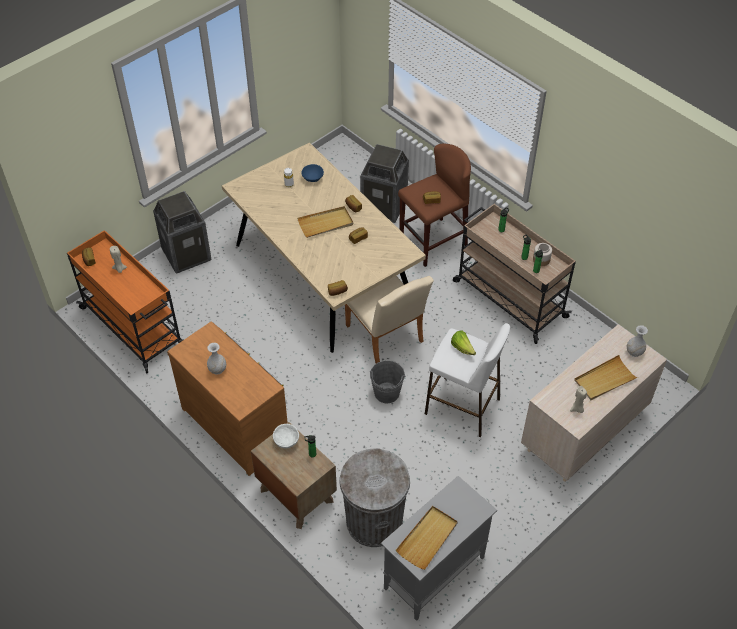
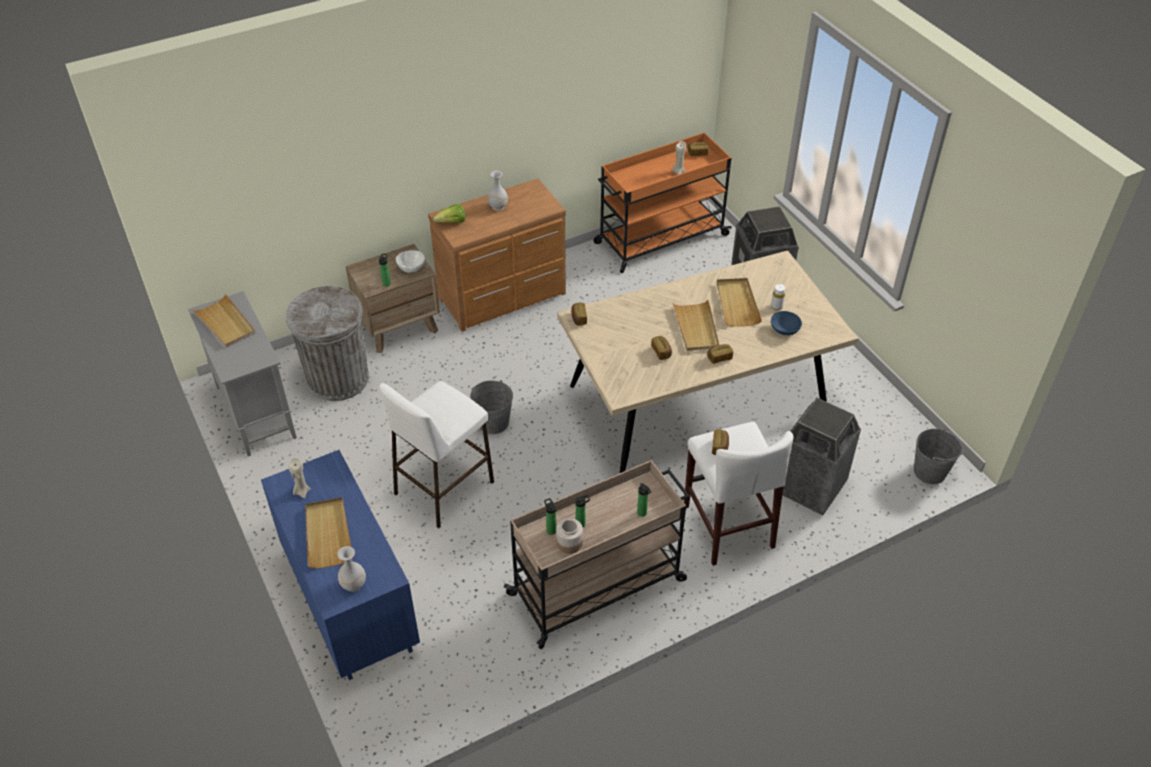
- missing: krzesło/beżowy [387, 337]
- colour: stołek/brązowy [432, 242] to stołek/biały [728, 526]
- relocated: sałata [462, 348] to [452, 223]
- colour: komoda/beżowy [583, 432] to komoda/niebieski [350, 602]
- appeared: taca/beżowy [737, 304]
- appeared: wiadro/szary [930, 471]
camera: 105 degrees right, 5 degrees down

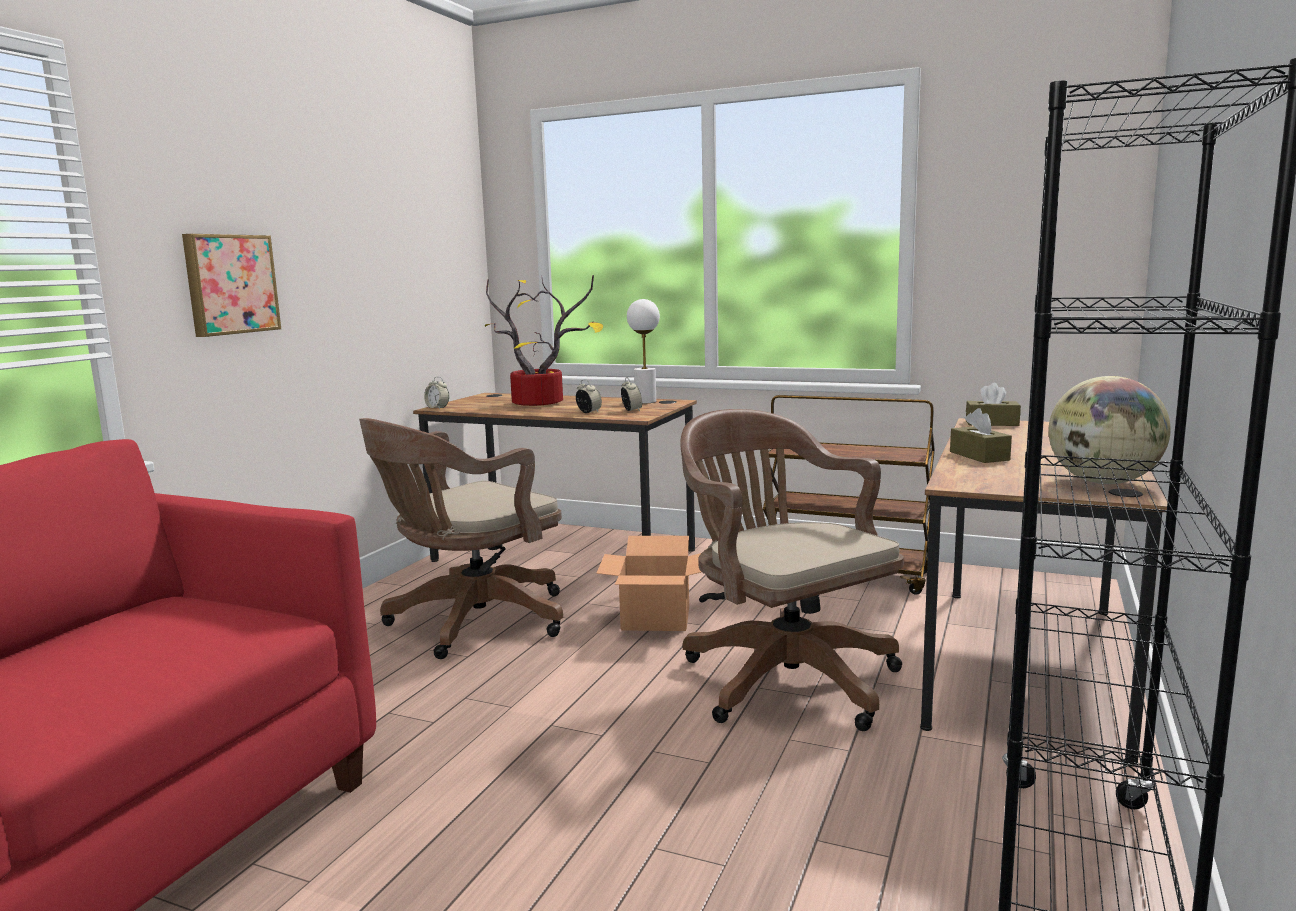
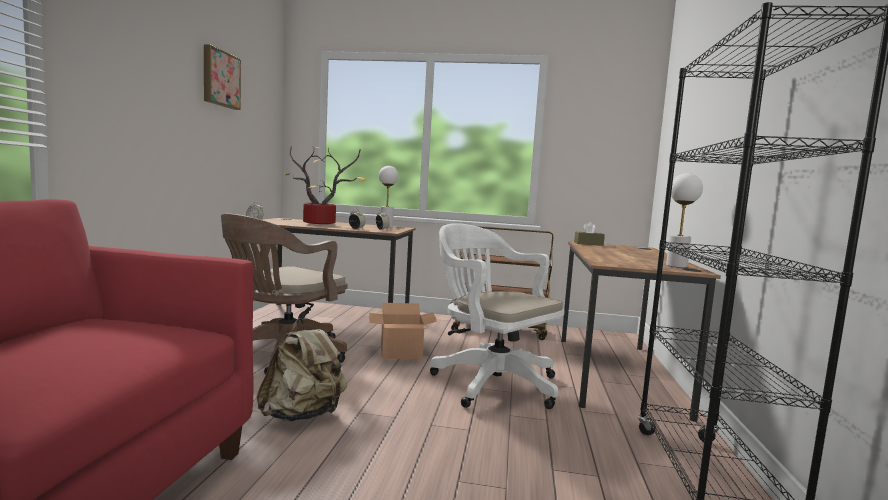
- relocated: obraz [230, 284] to [220, 79]
- colour: krzesło biurowe/brązowy [783, 676] to krzesło biurowe/biały [490, 382]
- missing: pudełko chusteczek/brązowy [979, 456]
- exchanged: globus [1103, 482] to lampa stołowa/biały [676, 266]
- appeared: plecak/beżowy [303, 415]
camera: 15 degrees left, 5 degrees down

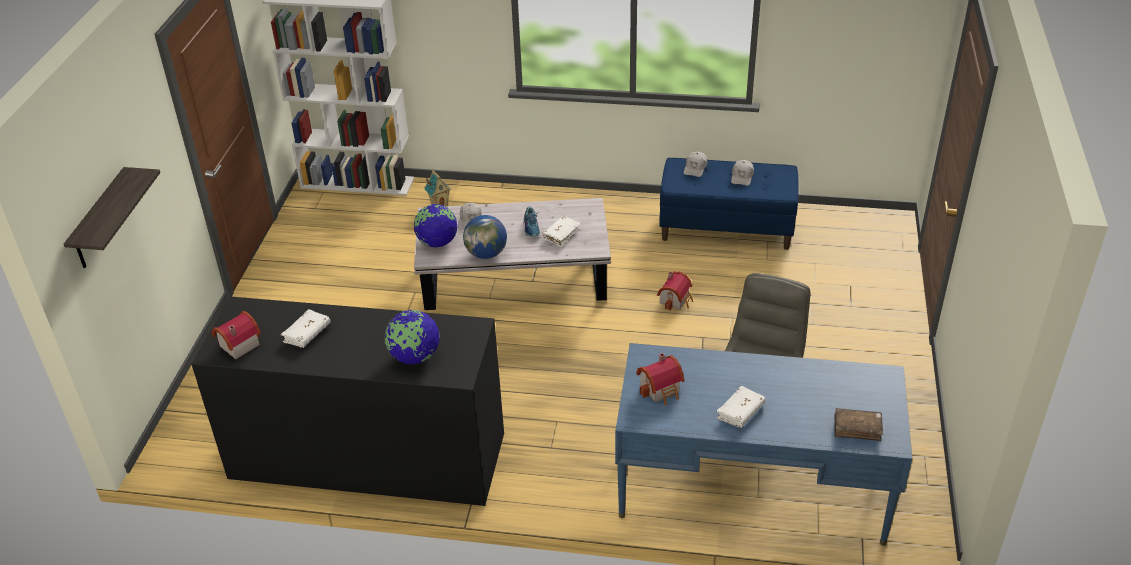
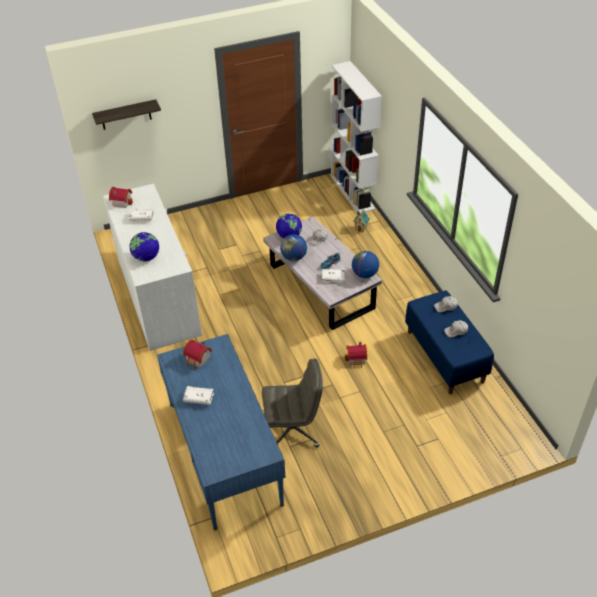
- colour: komoda/czarny [367, 455] to komoda/biały [158, 295]
- missing: książka/brązowy [857, 428]
- appeared: globus [364, 274]
camera: 60 degrees right, 5 degrees up

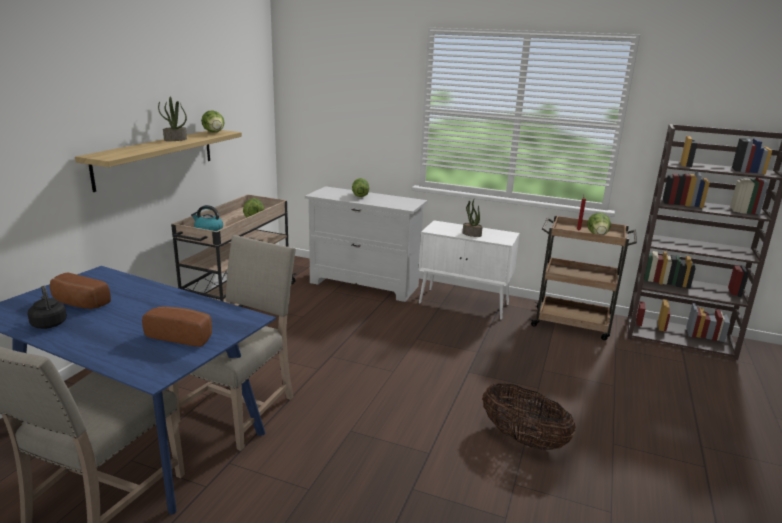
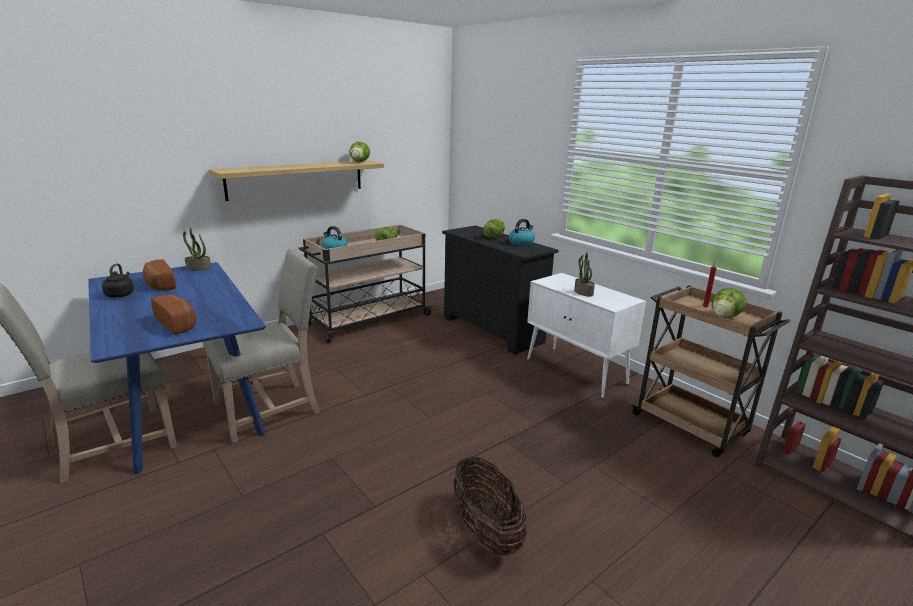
- relocated: roślina doniczkowa [175, 140] to [198, 268]
- colour: komoda/biały [364, 284] to komoda/czarny [492, 330]
- appeared: czajnik [521, 243]
camera: 30 degrees right, 0 degrees up

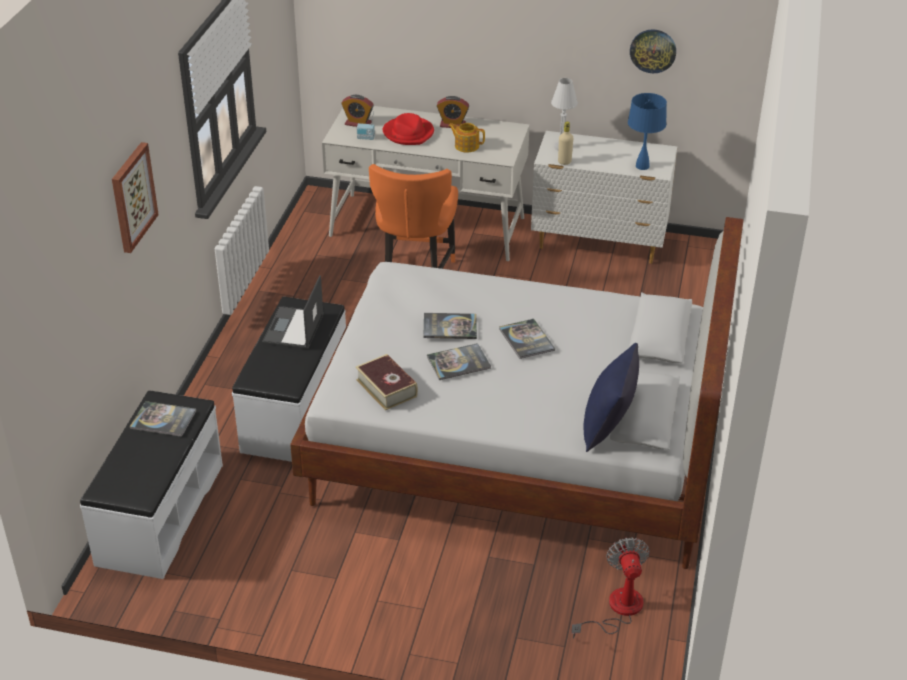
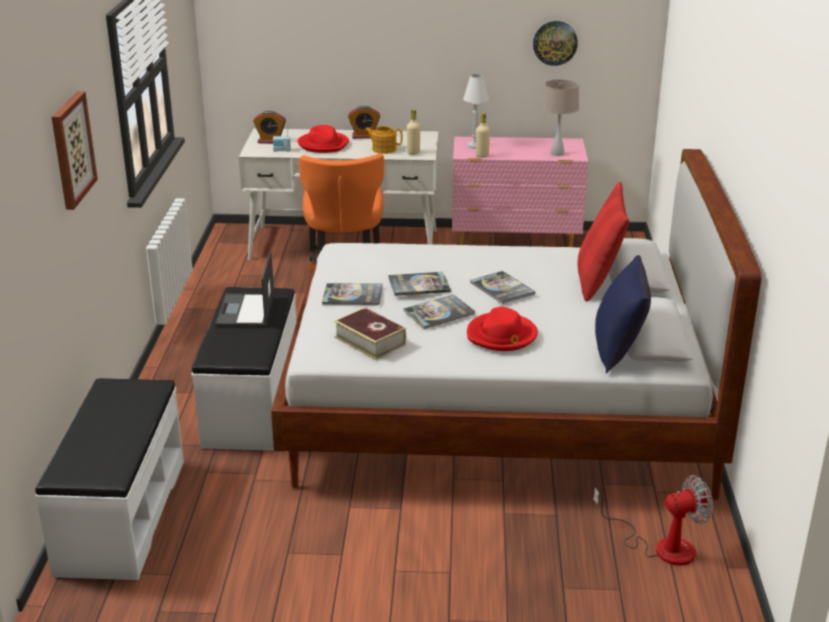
- relocated: książka [163, 420] to [352, 295]
- colour: komoda/biały [599, 244] to komoda/różowy [516, 243]
- spun: wentylator [617, 609] = [661, 546] 90 degrees clockwise
- colour: lampa stołowa/niebieski [642, 166] to lampa stołowa/beżowy [557, 153]
- appeared: butelka/beżowy [413, 153]
- appeared: kapelusz/czerwony [502, 335]
- appeared: poduszka/czerwony [598, 280]
camera: 10 degrees left, 10 degrees down

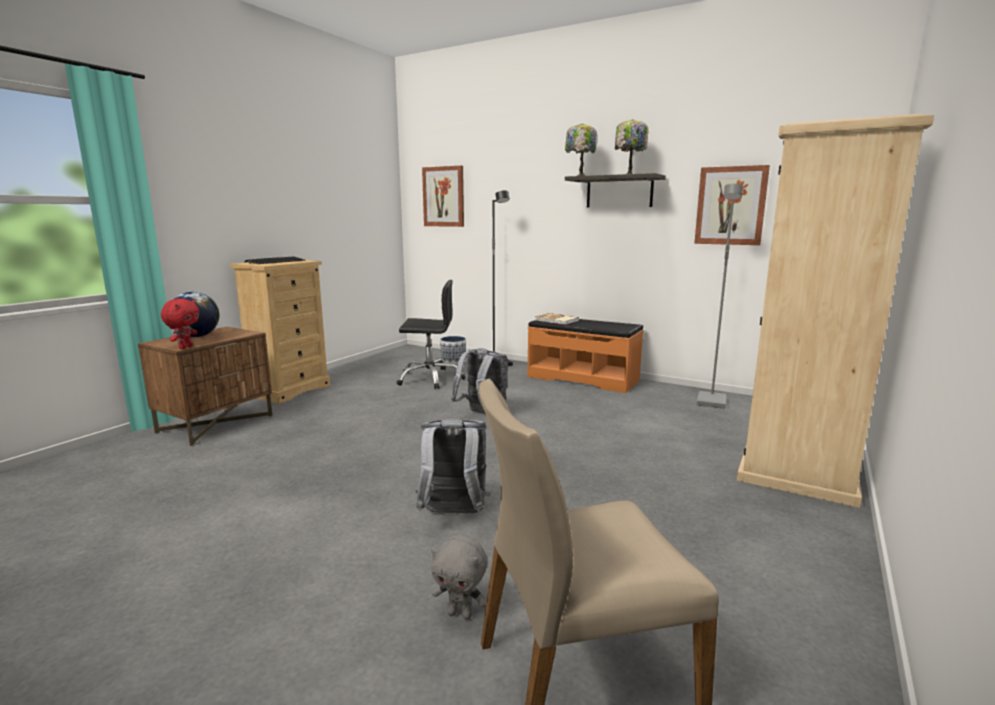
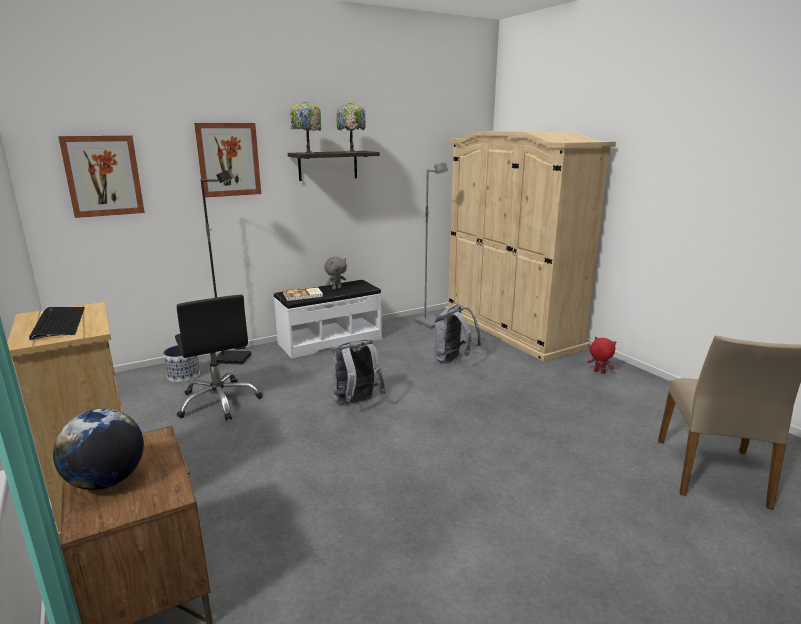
- relocated: pluszak/czerwony [185, 347] to [599, 372]
- spun: krzesło biurowe/czarny [430, 378] = [219, 401] 120 degrees clockwise
- relocated: plecak/szary [453, 515] to [453, 360]
- relocated: pluszak/szary [461, 614] to [336, 288]
- colour: ławka/pomarańczowy [583, 378] to ławka/biały [329, 341]
- relocated: obraz [730, 206] to [228, 160]
camera: 60 degrees left, 5 degrees up

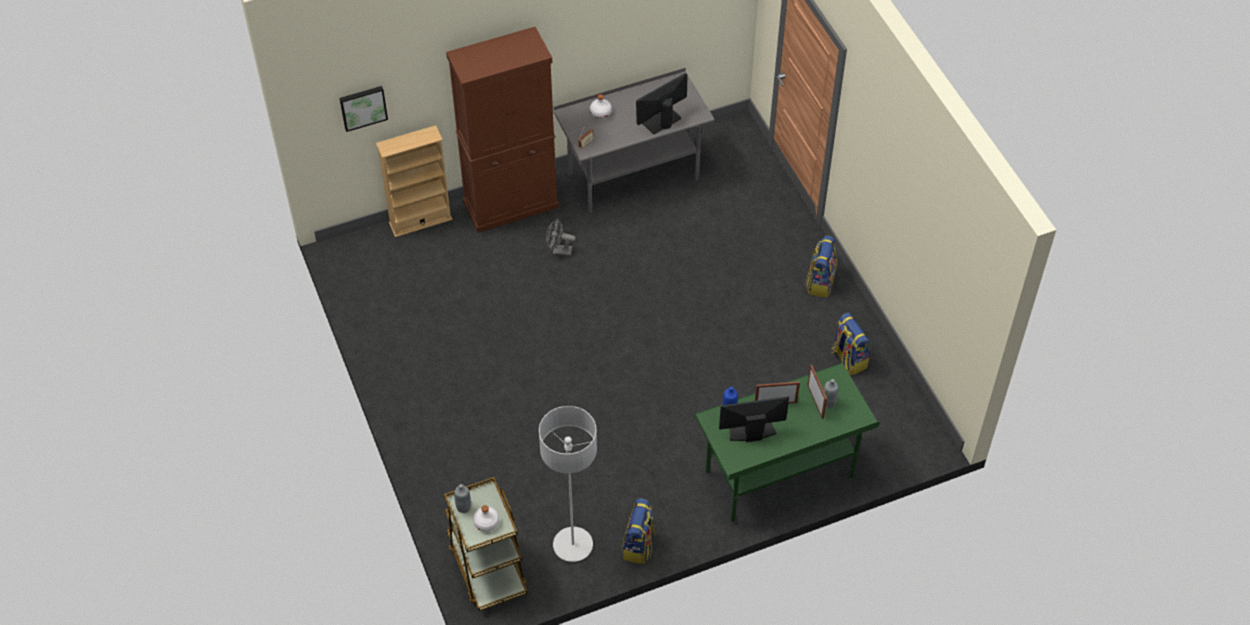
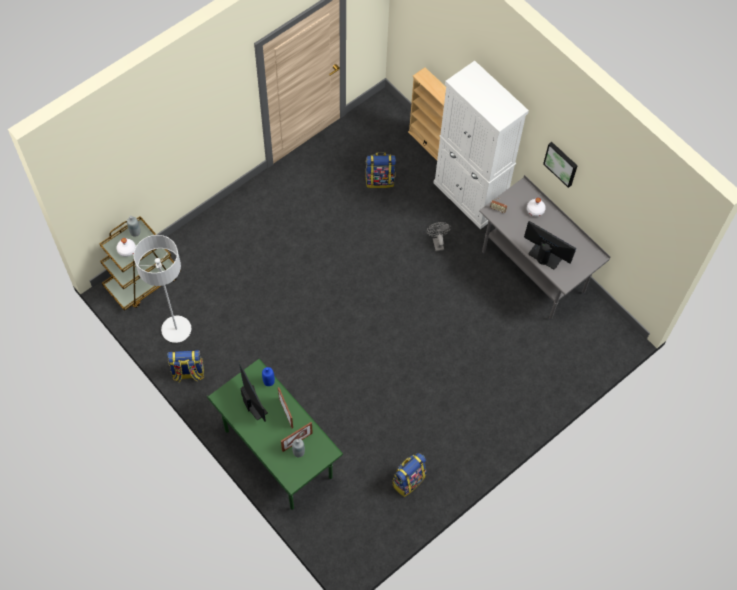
- relocated: obraz [363, 107] to [561, 163]
- colour: szafka/brązowy [511, 205] to szafka/biały [469, 196]
- relocated: plecak [820, 282] to [380, 180]
camera: 70 degrees right, 10 degrees up

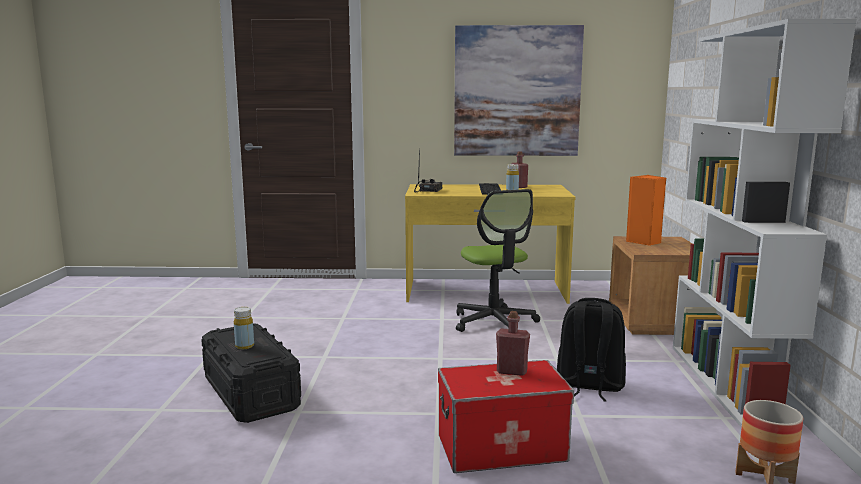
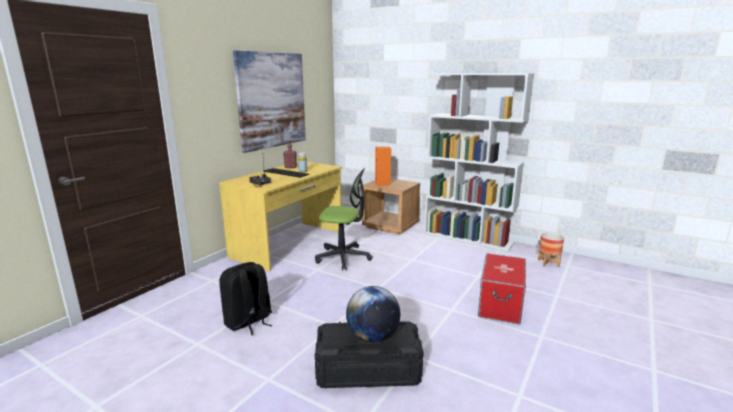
- exchanged: butelka/żółty [244, 346] to globus [373, 337]
- missing: butelka/czerwony [512, 371]
- relocated: plecak/czarny [589, 386] to [248, 322]
camera: 60 degrees left, 5 degrees up

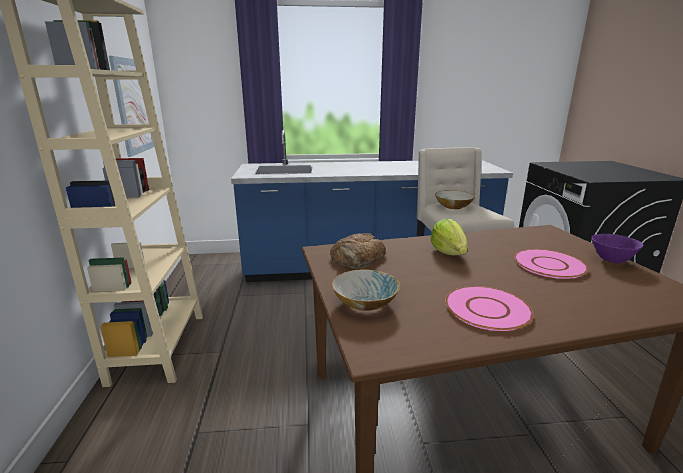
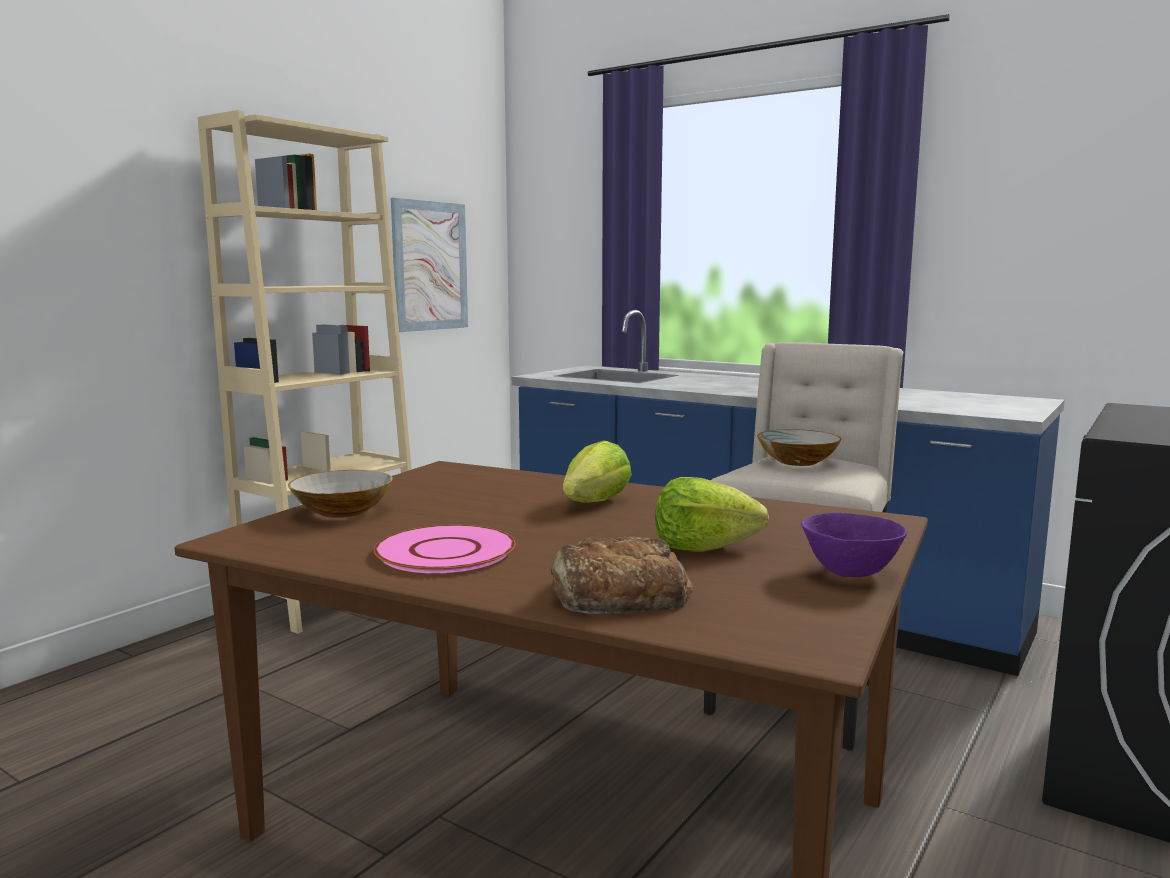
- relocated: chleb [357, 257] to [616, 594]
- exchanged: talerz/różowy [548, 265] to sałata [703, 547]
camera: 40 degrees right, 10 degrees down

